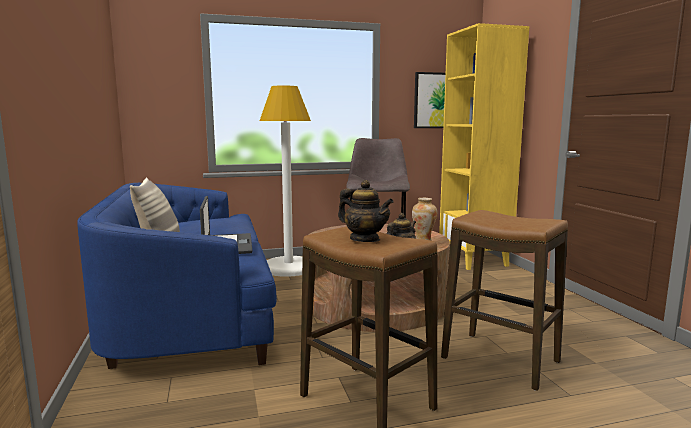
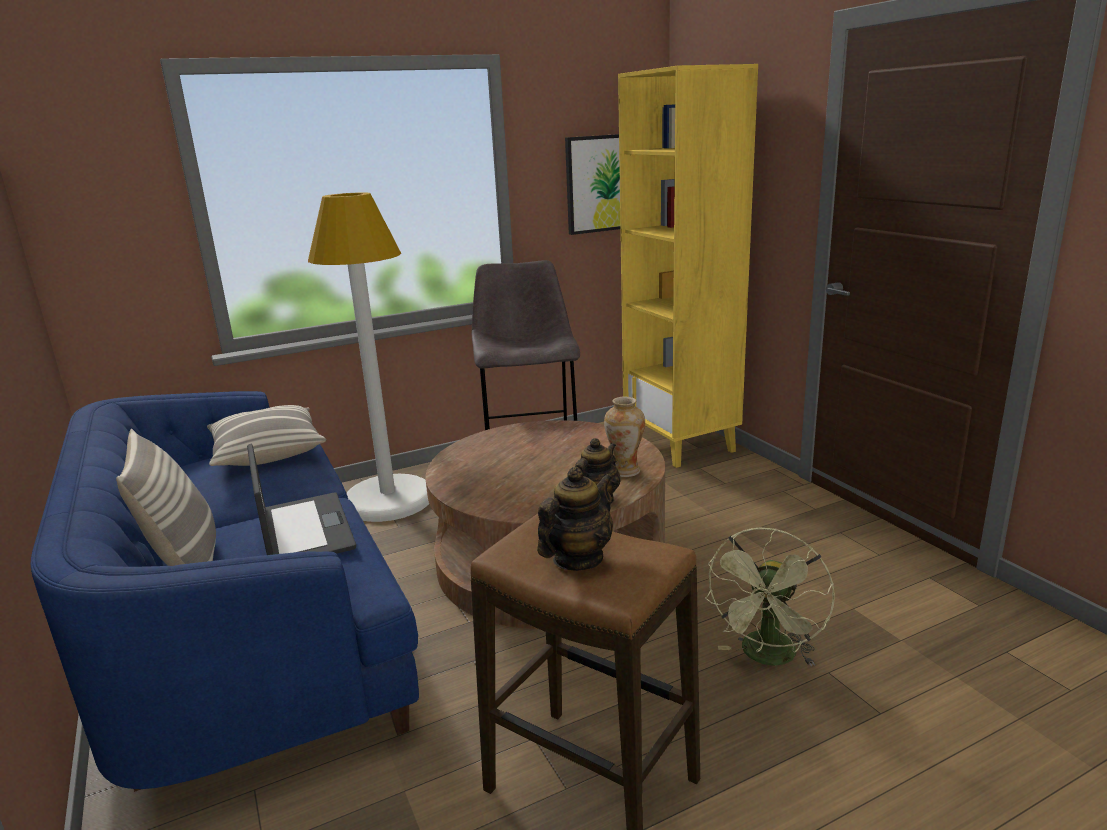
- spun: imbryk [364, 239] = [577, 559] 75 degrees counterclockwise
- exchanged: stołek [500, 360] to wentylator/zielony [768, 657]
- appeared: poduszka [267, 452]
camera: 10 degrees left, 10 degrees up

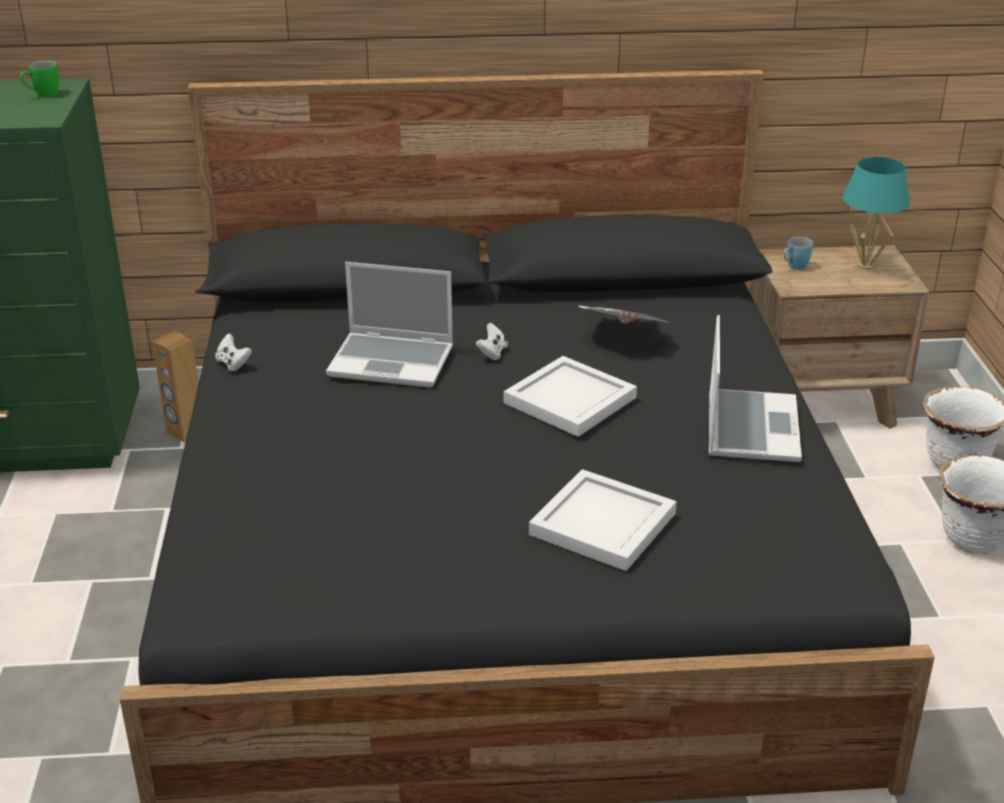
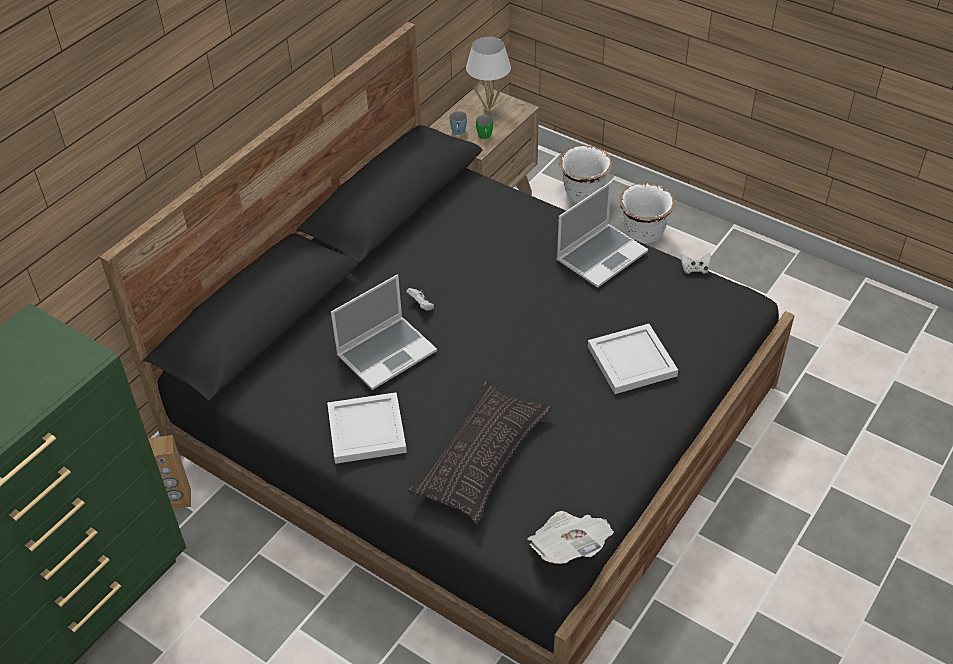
- relocated: kubek/zielony [42, 95] to [485, 137]
- relocated: pad do gier/biały [233, 364] to [695, 269]
- relocated: taca/biały [569, 399] to [365, 429]
- relocated: gazeta [625, 337] to [568, 547]
- spun: laptop [750, 427] = [601, 255] 90 degrees clockwise
- colour: lampa stołowa/turkusowy [866, 266] to lampa stołowa/biały [489, 109]
- appeared: poduszka [482, 457]
camera: 50 degrees left, 15 degrees up

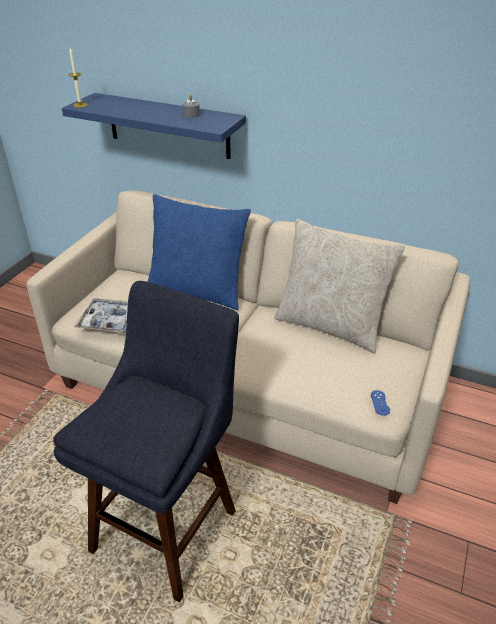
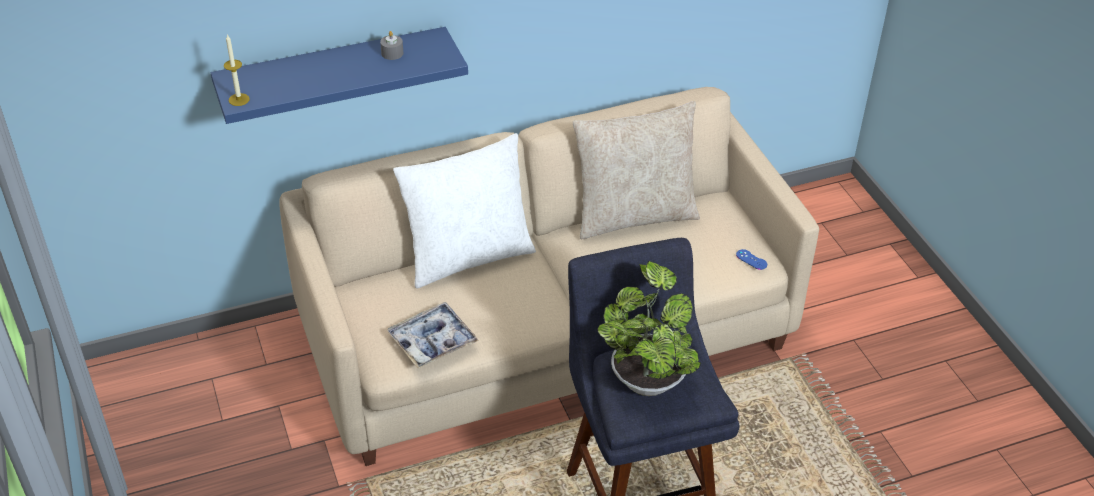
- colour: poduszka/niebieski [198, 290] to poduszka/biały [468, 256]
- appeared: roślina doniczkowa [647, 377]
camera: 45 degrees left, 5 degrees up

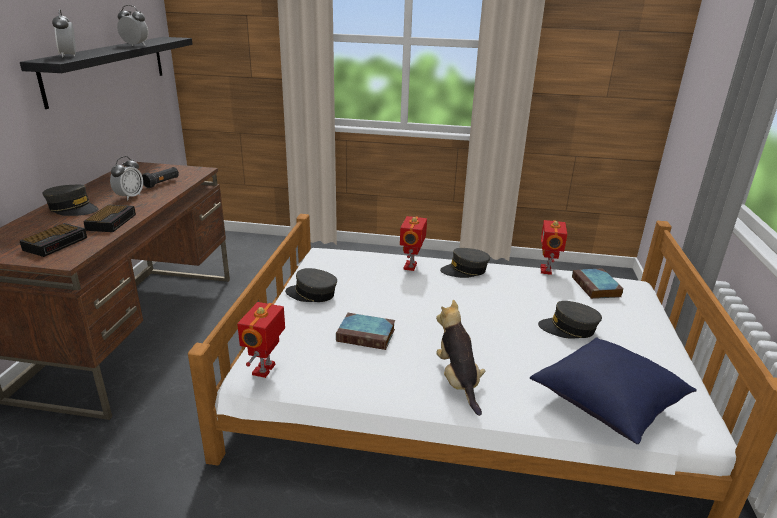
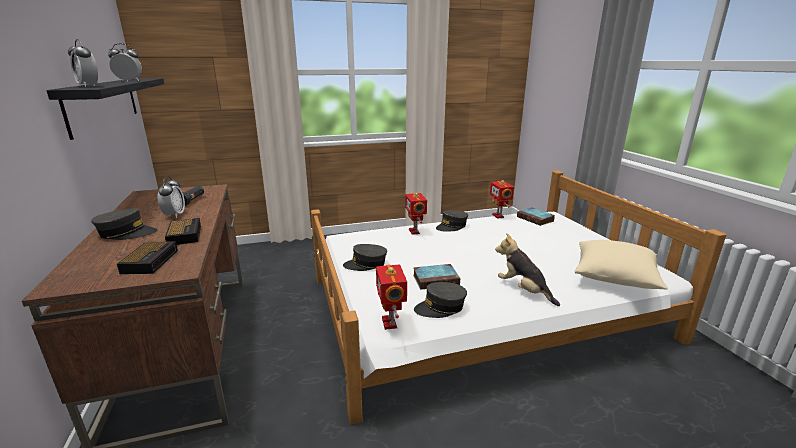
- colour: poduszka/niebieski [608, 404] to poduszka/beżowy [615, 278]
- relocated: czapka z daszkiem/szary [568, 328] to [440, 307]
camera: 25 degrees left, 5 degrees down

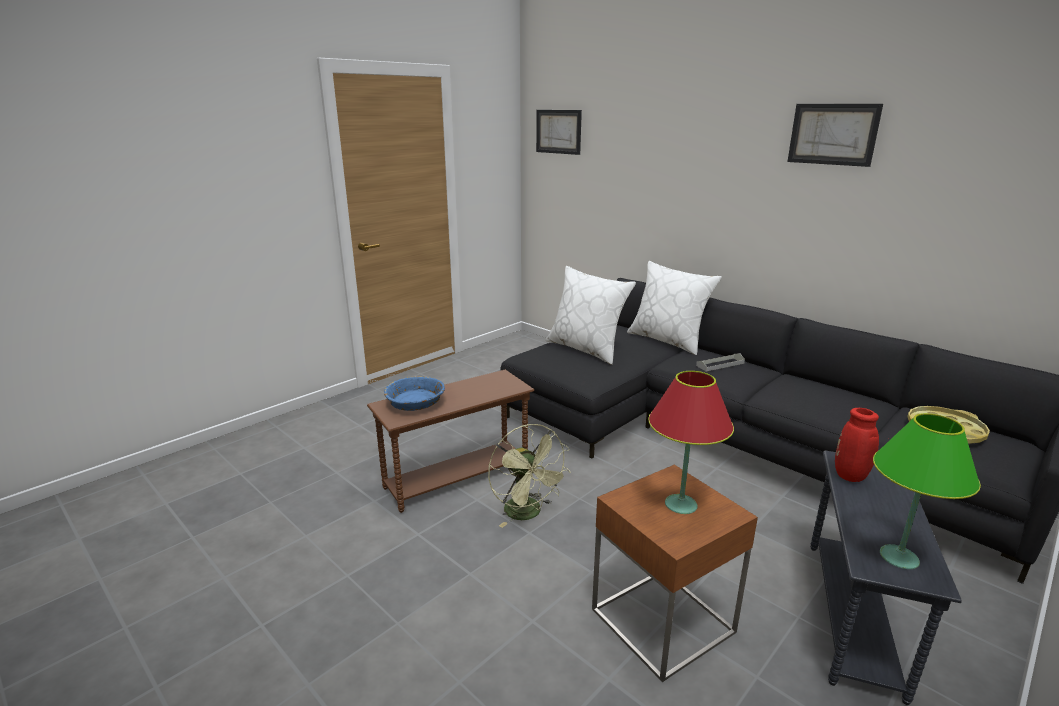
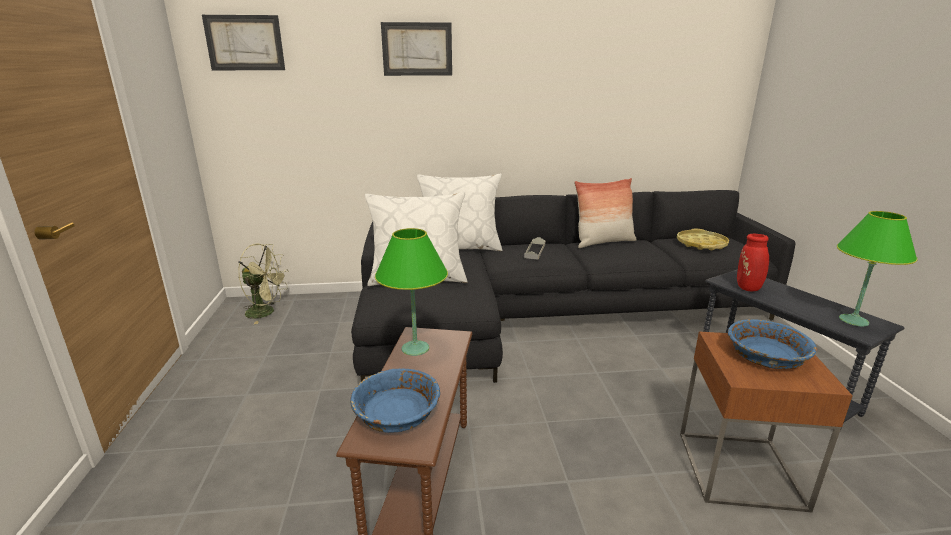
- relocated: wentylator/zielony [528, 514] to [266, 312]
- exchanged: lampa stołowa/czerwony [680, 504] to miska/niebieski [766, 356]
- relocated: obraz [833, 134] to [417, 49]
- appeared: lampa stołowa/zielony [415, 348]
- appeared: poduszka [603, 242]
camera: 50 degrees left, 0 degrees up

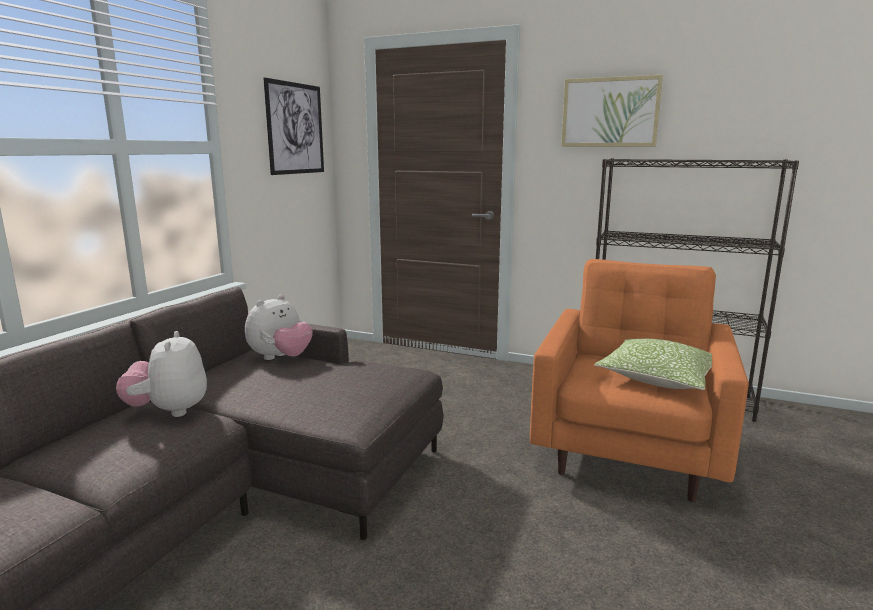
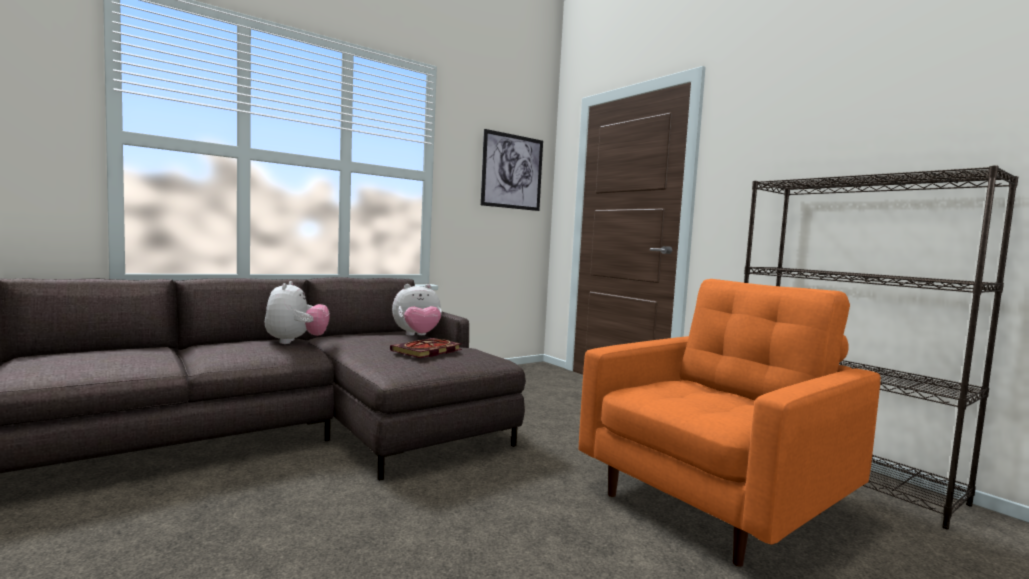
- spun: pluszak [169, 411] = [296, 342] 150 degrees clockwise
- missing: obraz [610, 112]
- missing: poduszka [658, 378]
- appeared: książka [426, 351]
camera: 30 degrees right, 10 degrees down

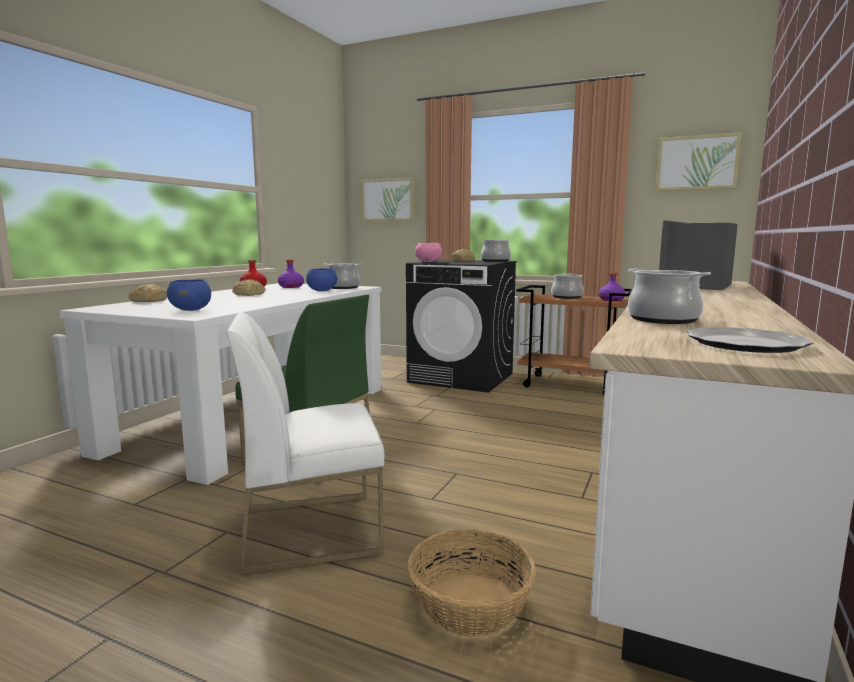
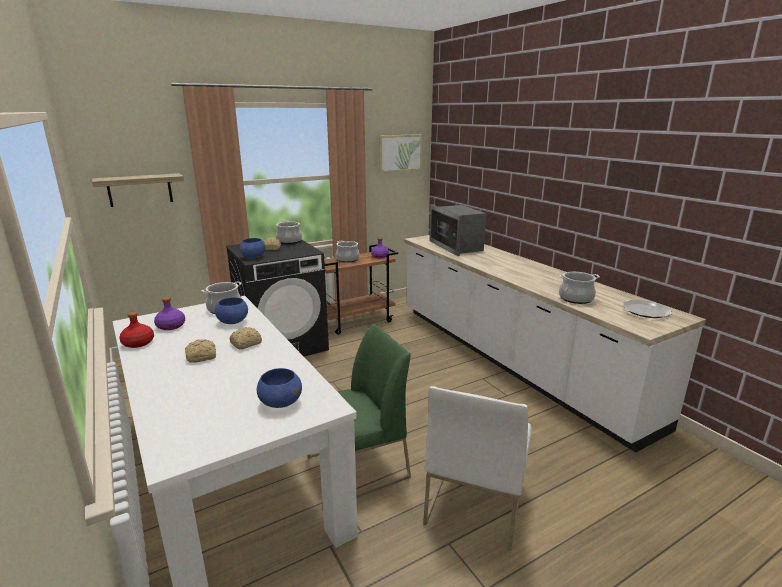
- relocated: chleb [149, 301] to [245, 344]
- exchanged: obraz [388, 200] to półka [140, 190]
- missing: koszyk [470, 604]
- colour: miska/różowy [428, 261] to miska/niebieski [253, 257]
camera: 55 degrees left, 10 degrees up

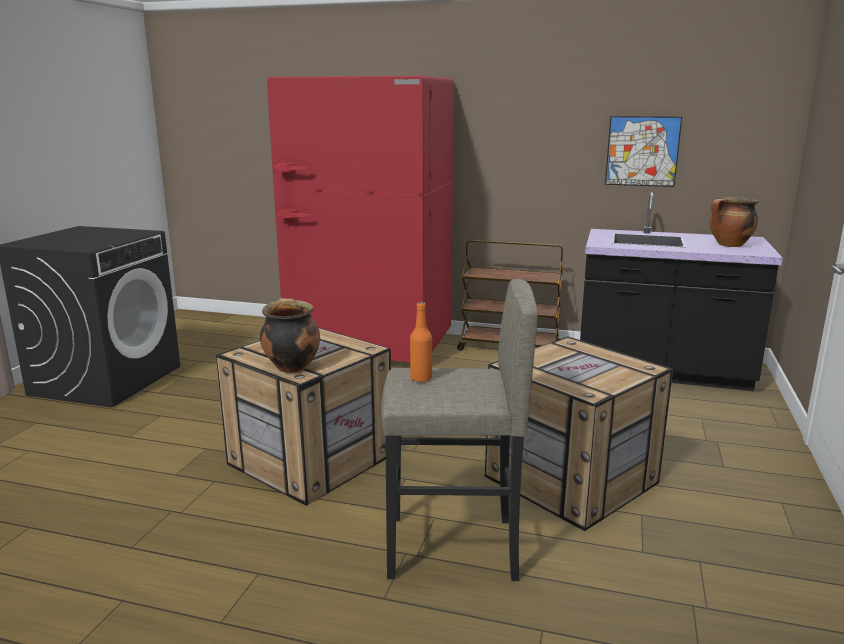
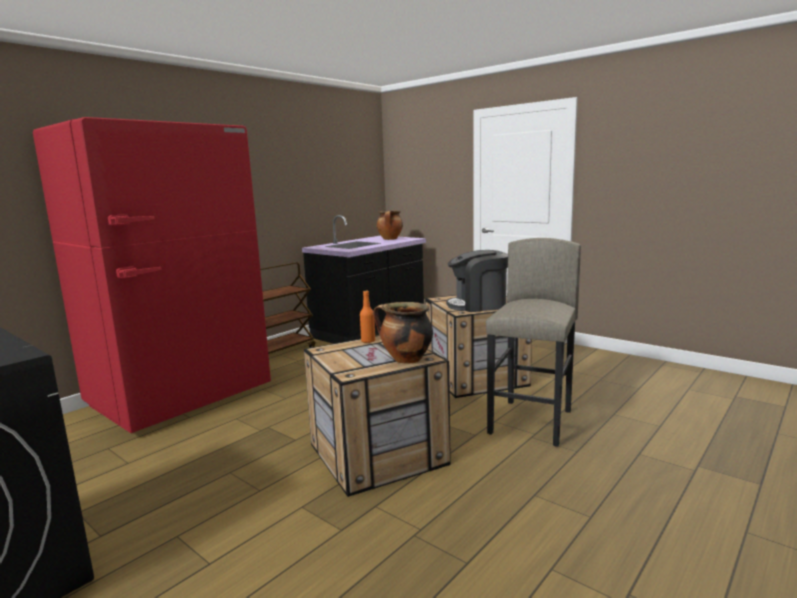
- relocated: butelka/pomarańczowy [421, 378] to [368, 341]
- missing: obraz [642, 151]
- appeared: ekspres do kawy [478, 305]
camera: 65 degrees left, 5 degrees down

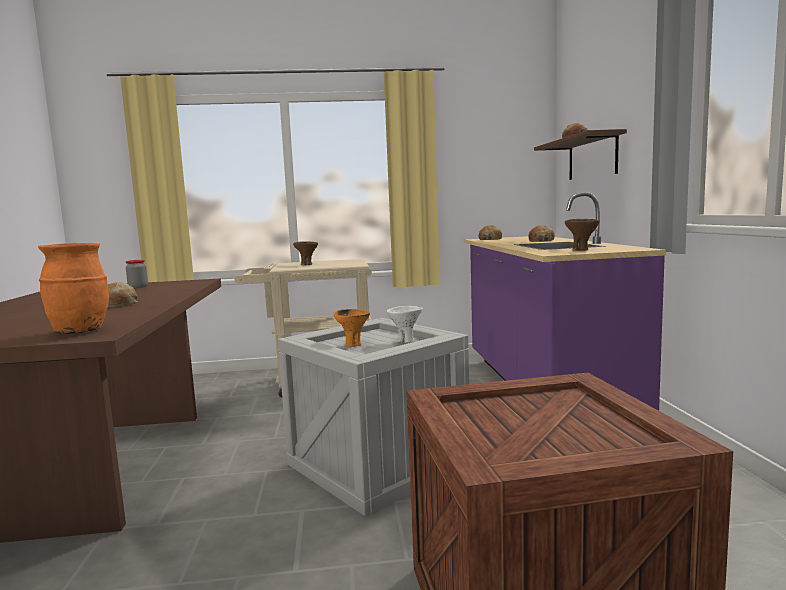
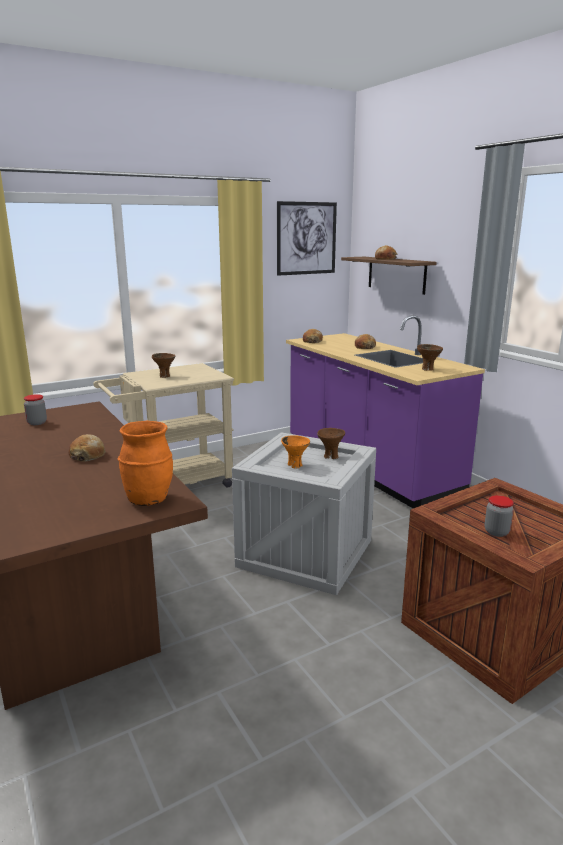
- colour: miska/biały [406, 341] to miska/brązowy [330, 457]
- appeared: obraz [306, 238]
- appeared: słoik [496, 532]
camera: 25 degrees left, 10 degrees up

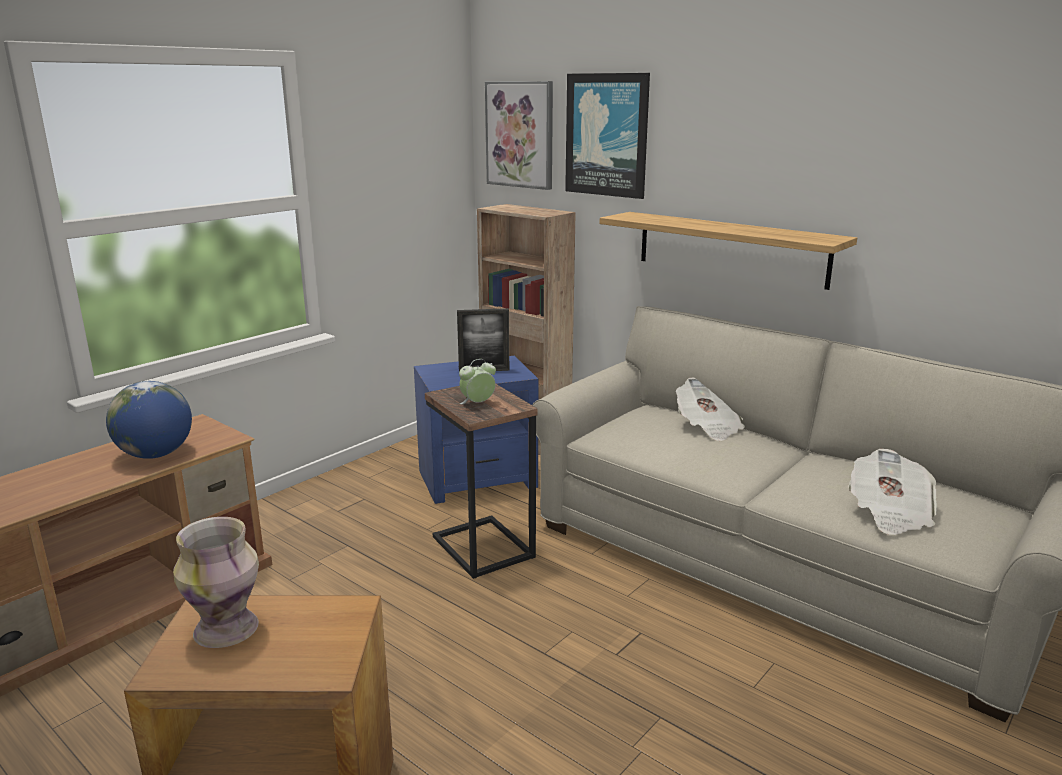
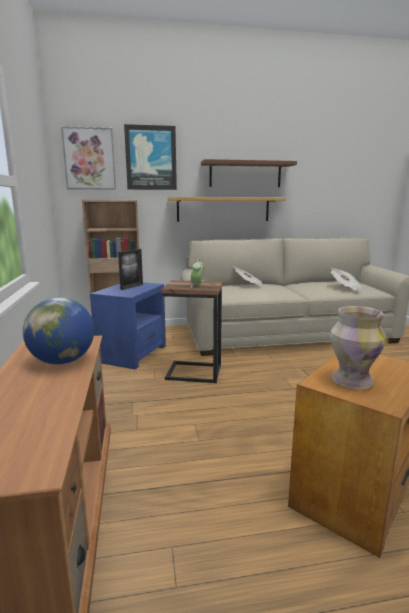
- appeared: półka/brązowy [245, 174]
camera: 50 degrees left, 5 degrees down

